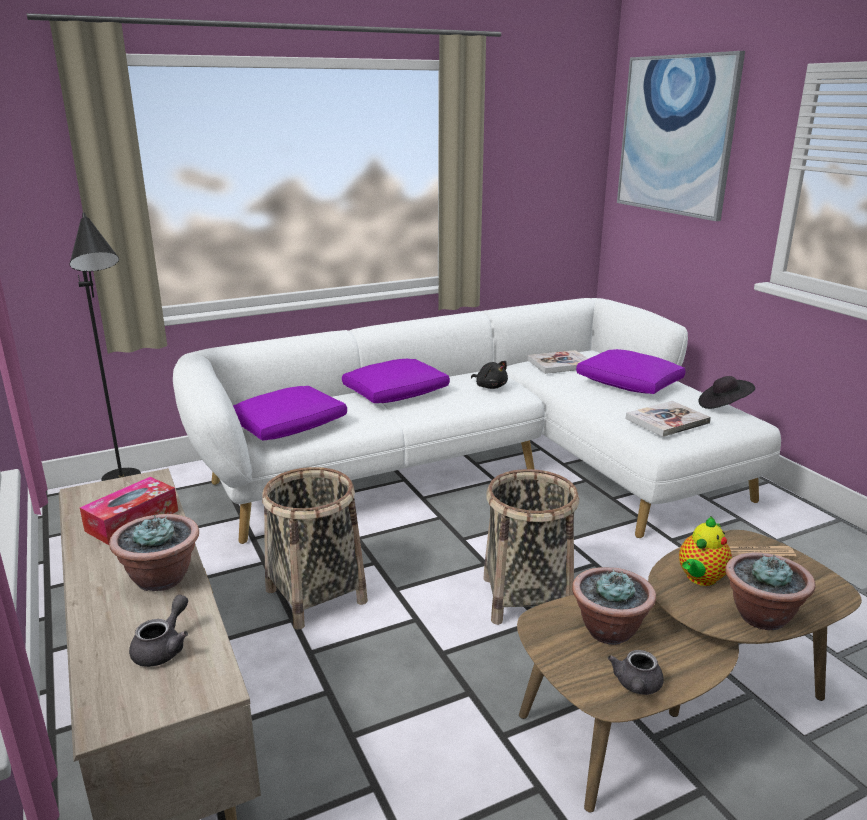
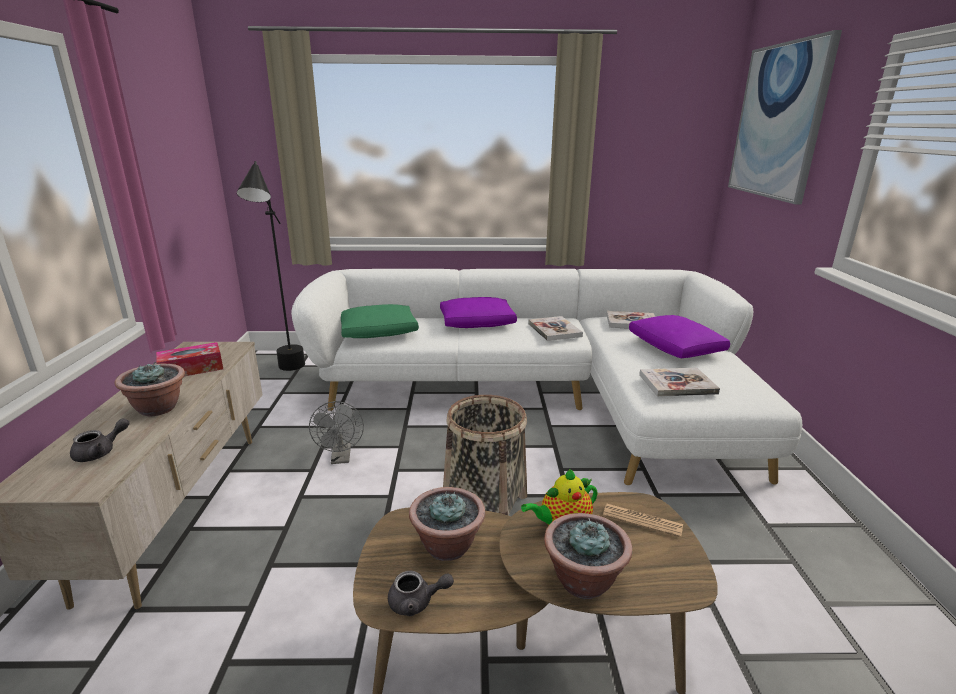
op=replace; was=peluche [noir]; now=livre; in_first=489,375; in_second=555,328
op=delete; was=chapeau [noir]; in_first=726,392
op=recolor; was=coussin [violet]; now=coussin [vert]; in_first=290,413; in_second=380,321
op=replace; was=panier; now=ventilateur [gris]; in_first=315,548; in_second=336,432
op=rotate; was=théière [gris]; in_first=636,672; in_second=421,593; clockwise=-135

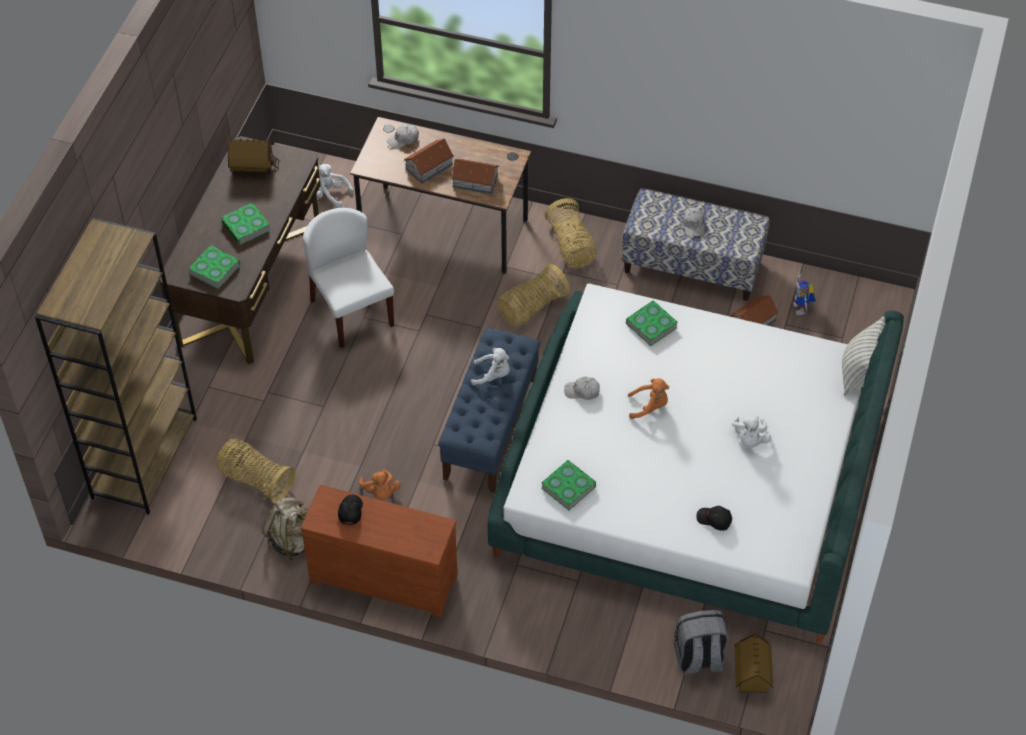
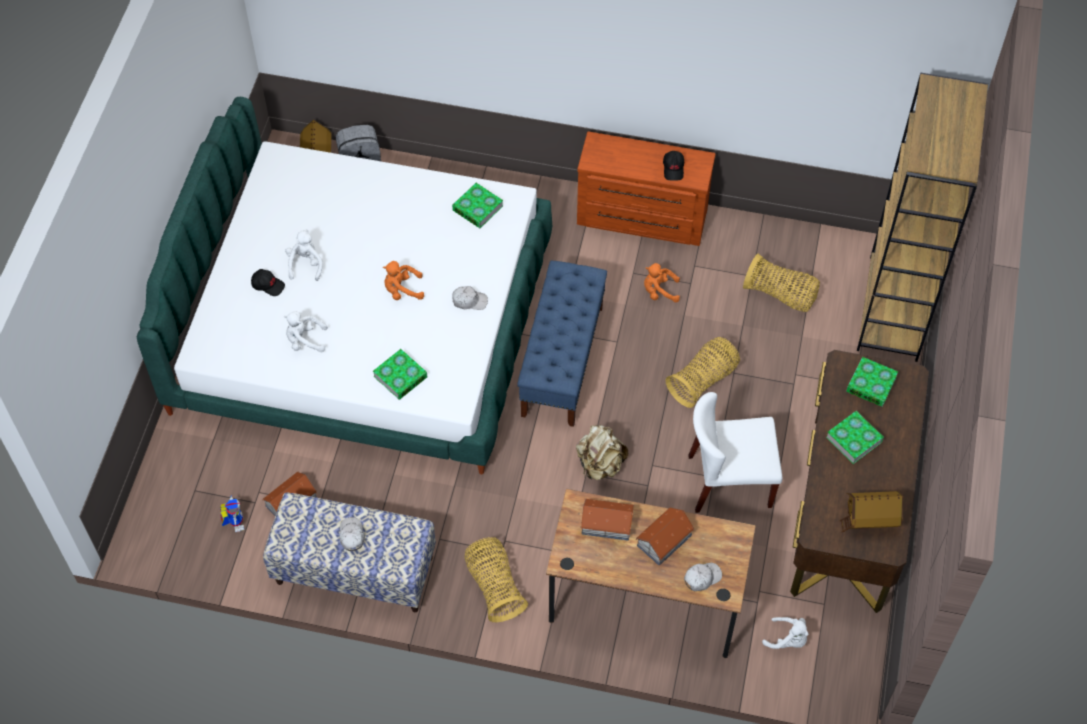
op=rotate; was=chaise [blanc]; in_first=348,278; in_second=735,452; clockwise=120
op=move; was=panier; in_first=533,294; in_second=703,372
op=delete; was=coussin; in_first=864,356
op=move; was=peluche [blanc]; in_first=490,367; in_second=305,331
op=rotate; was=peluche [orange]; in_first=380,484; in_second=662,283; clockwise=-60
op=move; was=sac à dos [beige]; in_first=285,529; in_second=602,452
op=move; was=casquette [noir]; in_first=714,518; in_second=268,282

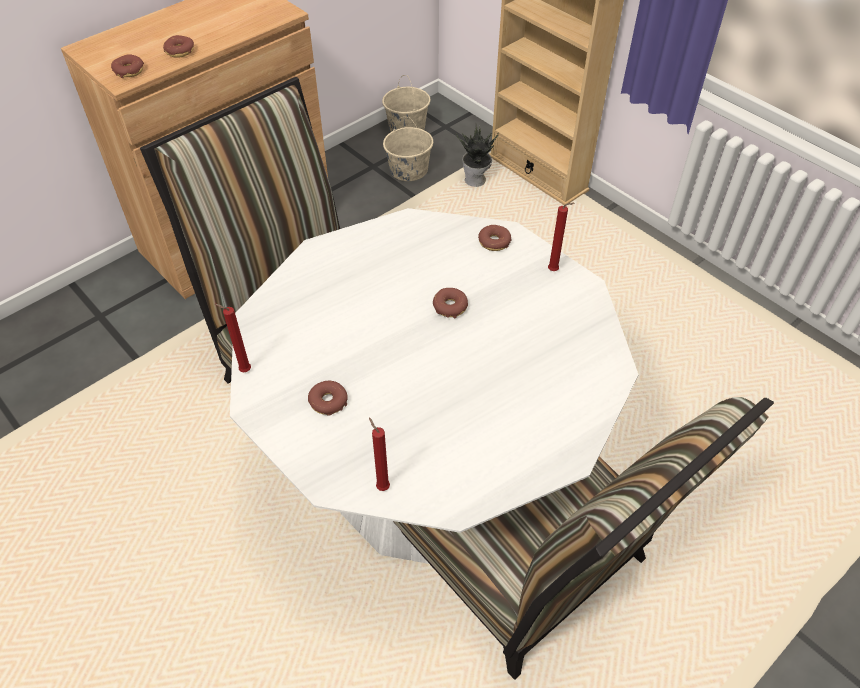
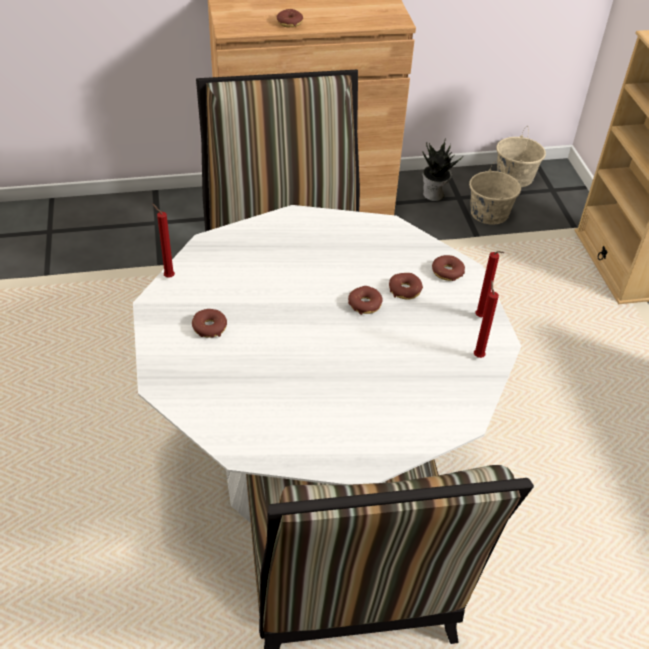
op=move; was=beignet; in_first=127,66; in_second=406,286
op=move; was=plante en pot; in_first=477,154; in_second=443,169
op=move; was=bougie [rouge]; in_first=379,454; in_second=486,319

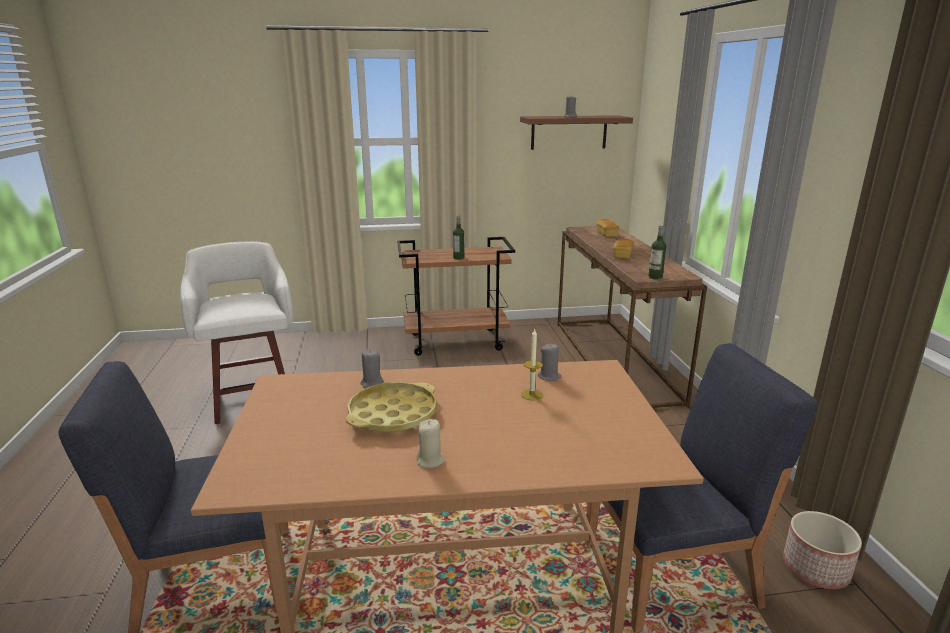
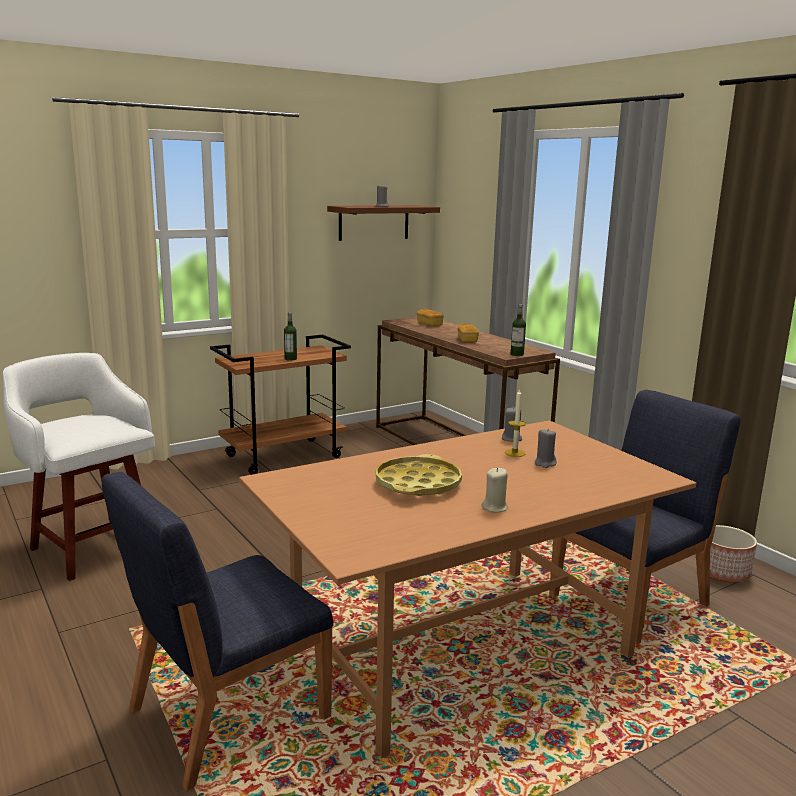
op=move; was=bougie [gris]; in_first=372,369; in_second=545,448

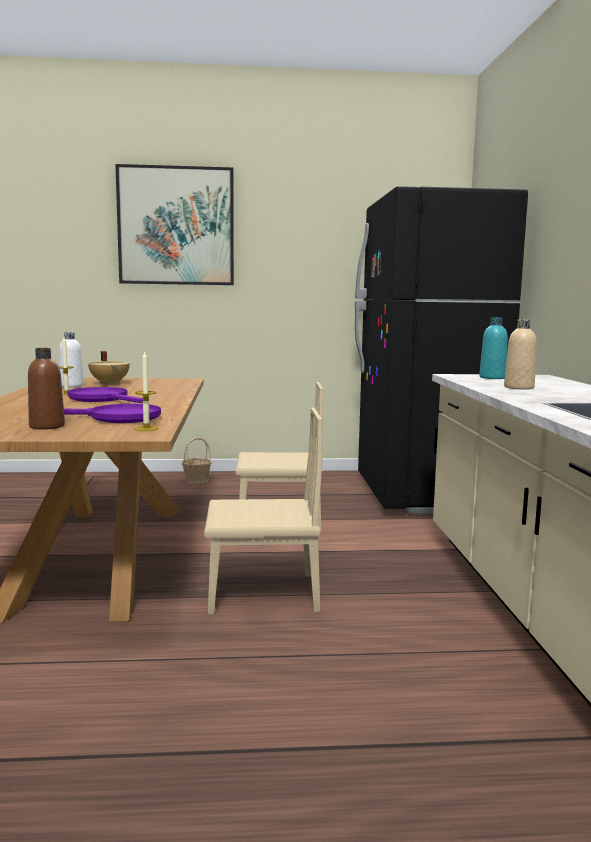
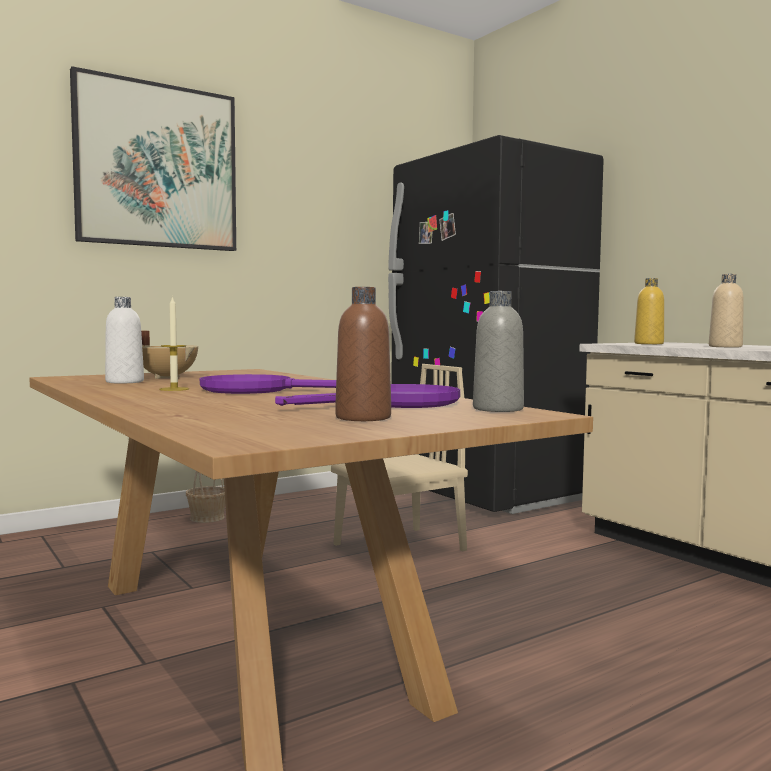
op=recolor; was=bouteille [turquoise]; now=bouteille [jaune]; in_first=493,348; in_second=649,311
op=replace; was=bougie; now=bouteille [gris]; in_first=146,391; in_second=498,351
op=delete; was=chaise [beige]; in_first=263,511

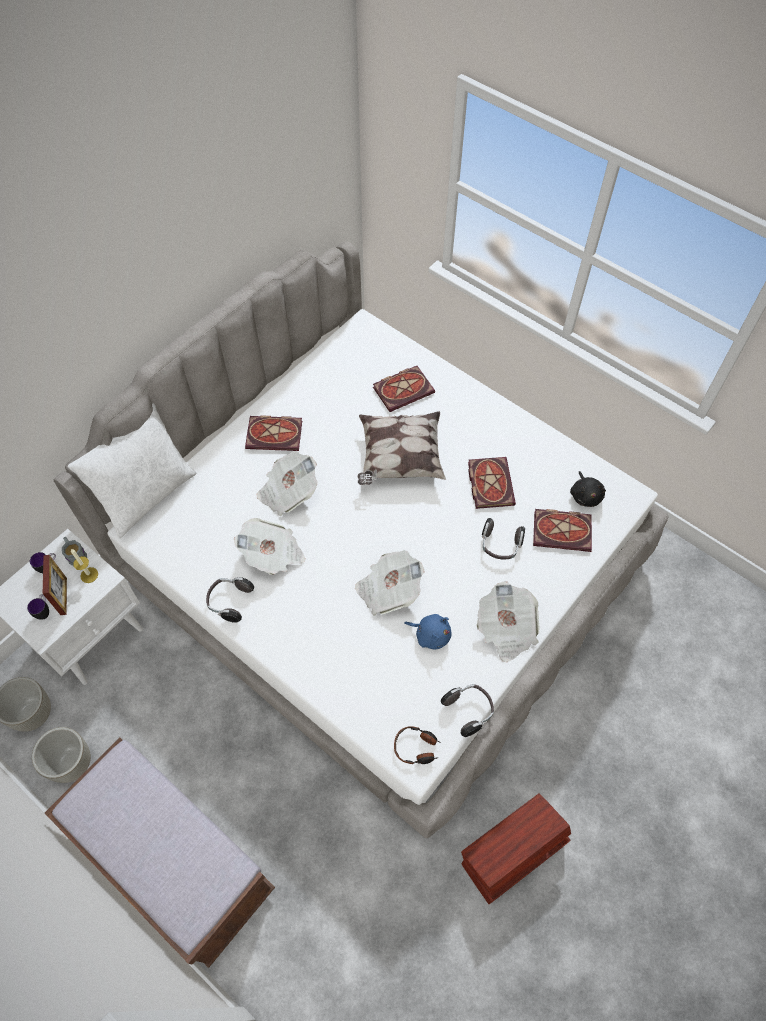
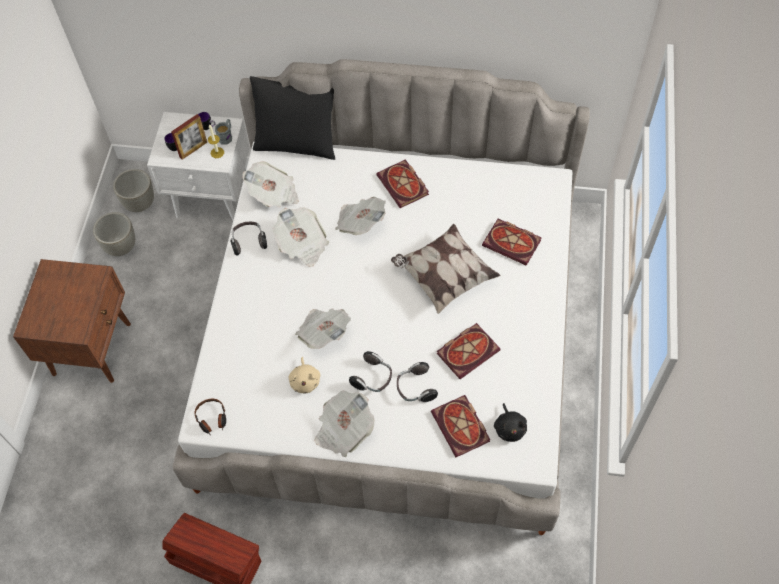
op=recolor; was=coussin [blanc]; now=coussin [noir]; in_first=132,470; in_second=292,118
op=rotate; was=peluche [noir]; in_first=588,489; in_second=510,422; clockwise=-60
op=recolor; was=peluche [bleu]; now=peluche [beige]; in_first=427,632; in_second=304,375
op=move; was=casque audio; in_first=467,710; in_second=370,371
op=replace; was=banc [marron]; now=table de chevet [marron]; in_first=160,852; in_second=72,321
op=insert; now=journal; in_second=270,184

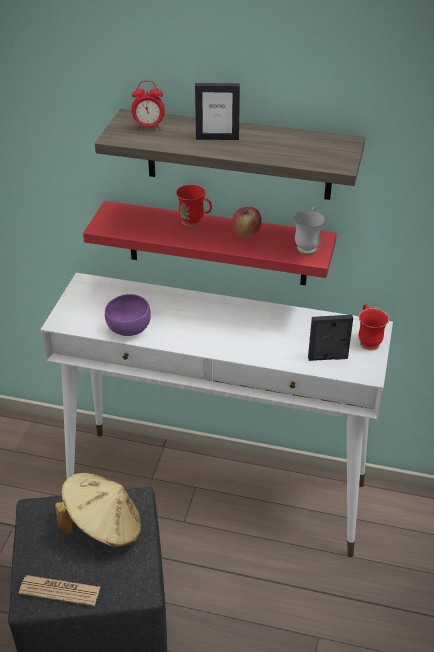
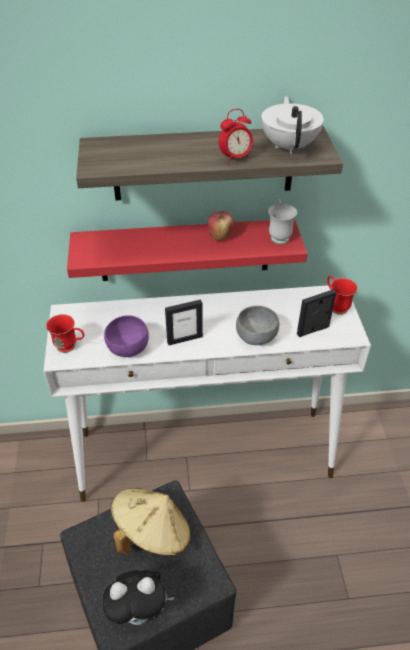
op=move; was=réveil; in_first=148,106; in_second=235,136
op=move; was=cadre photo; in_first=217,111; in_second=184,322
op=move; was=mug [rouge]; in_first=194,205; in_second=65,333
op=replace; was=journal; now=peluche; in_first=59,590; in_second=138,597
op=insert; now=théière [blanc]; in_second=292,125
op=insert; now=bol [gris]; in_second=257,325

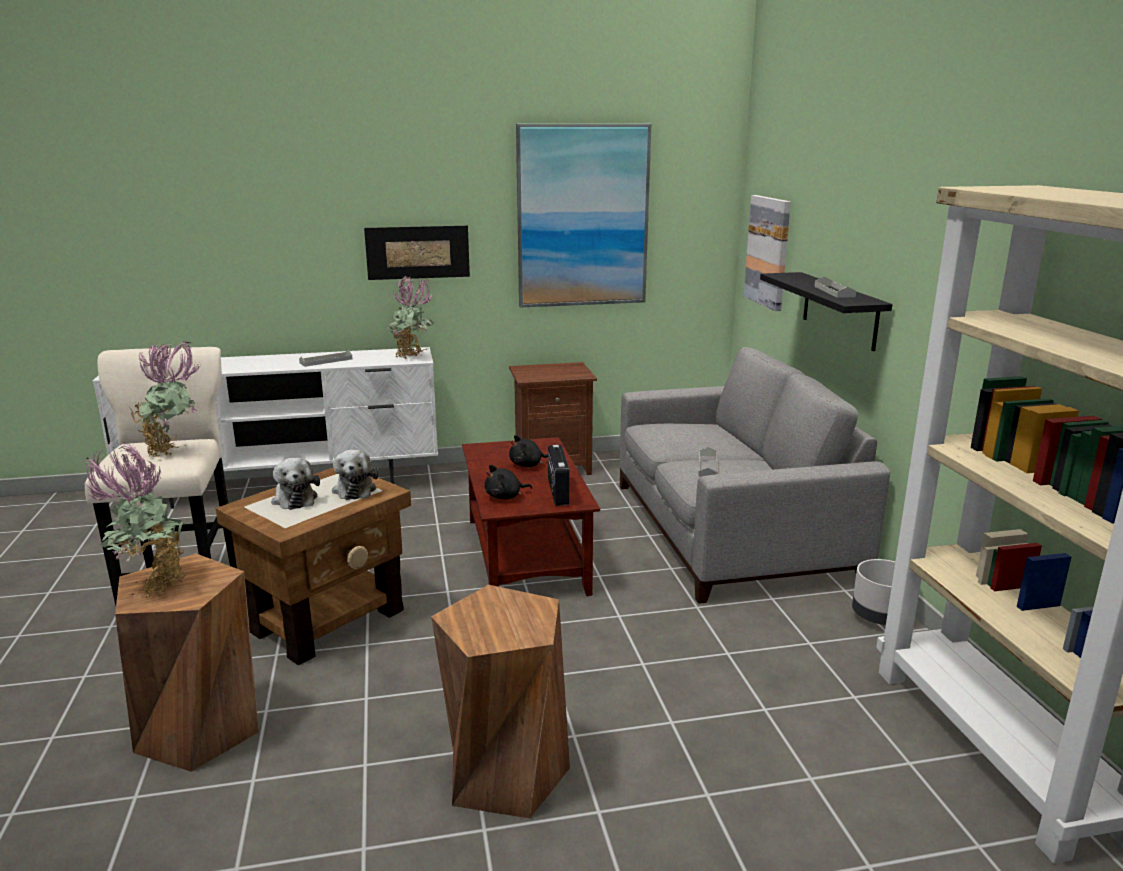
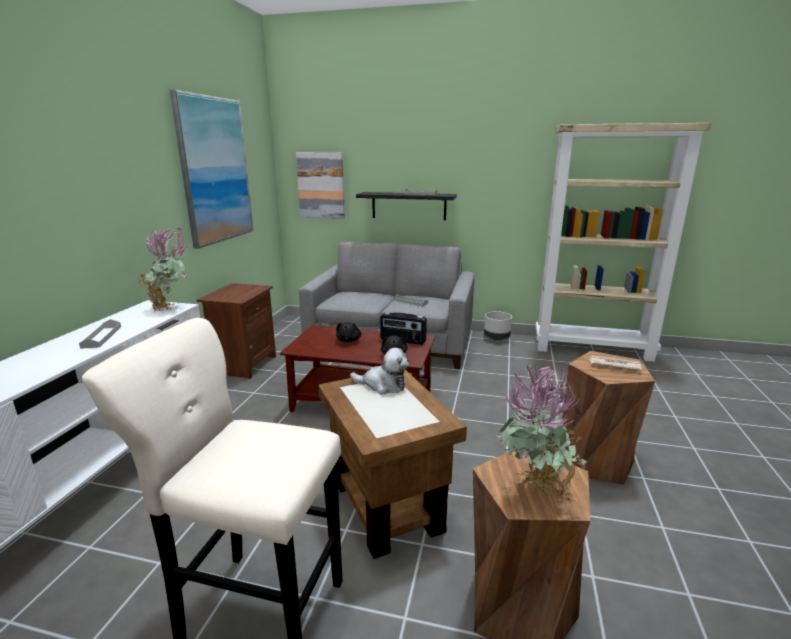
op=delete; was=tableau; in_first=417,253
op=delete; was=plante en pot; in_first=165,399
op=delete; was=peluche; in_first=295,484
op=insert; now=journal; in_second=616,363

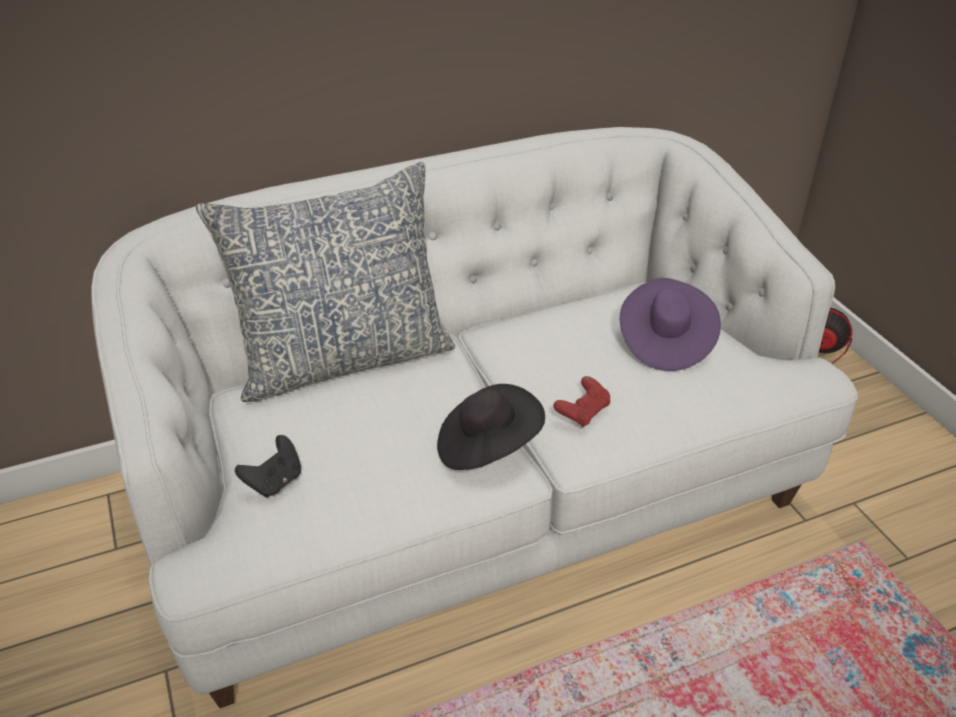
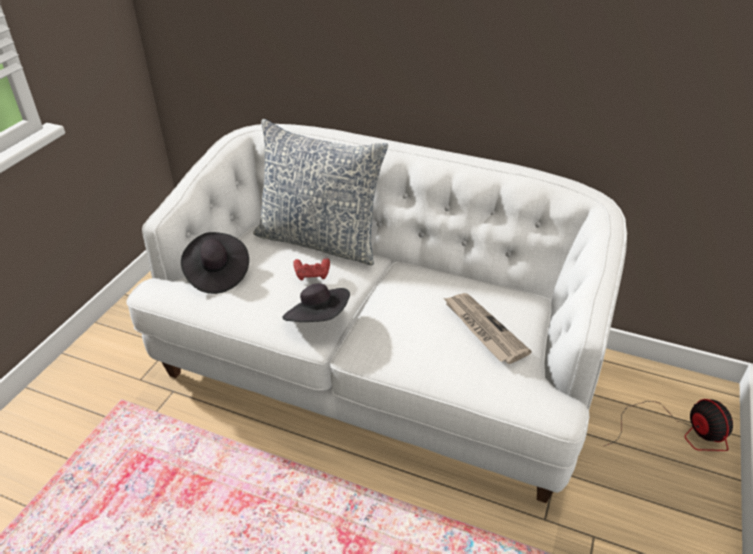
op=replace; was=chapeau [violet]; now=journal; in_first=670,324; in_second=488,328
op=move; was=manette [rouge]; in_first=582,401; in_second=311,269
op=replace; was=manette [noir]; now=chapeau [noir]; in_first=268,466; in_second=215,263

